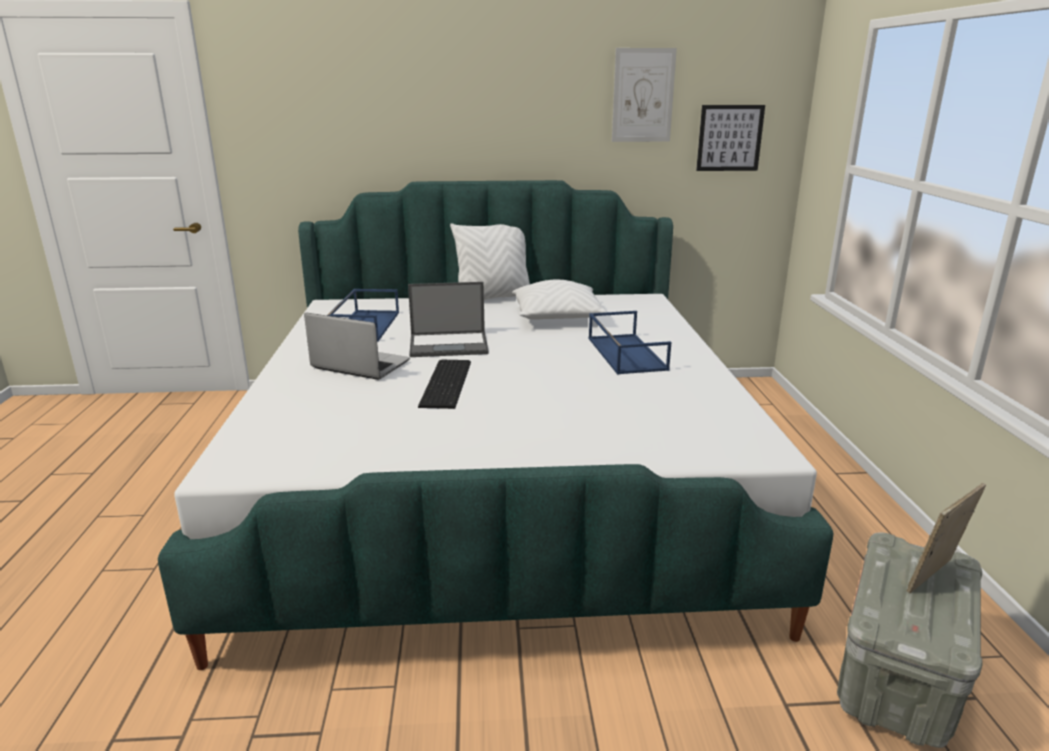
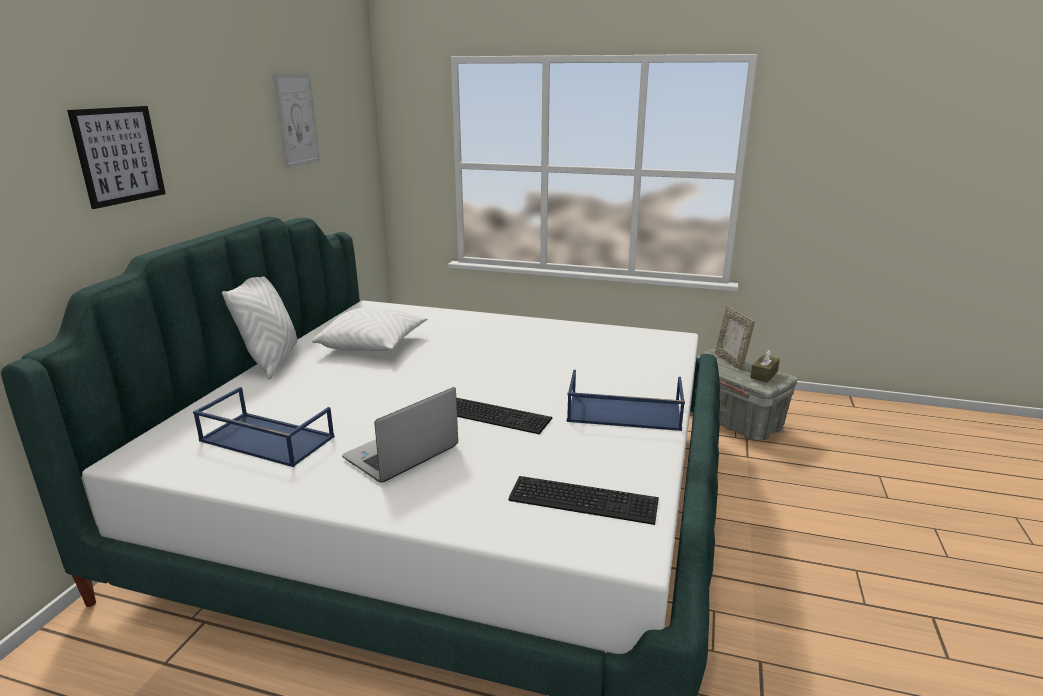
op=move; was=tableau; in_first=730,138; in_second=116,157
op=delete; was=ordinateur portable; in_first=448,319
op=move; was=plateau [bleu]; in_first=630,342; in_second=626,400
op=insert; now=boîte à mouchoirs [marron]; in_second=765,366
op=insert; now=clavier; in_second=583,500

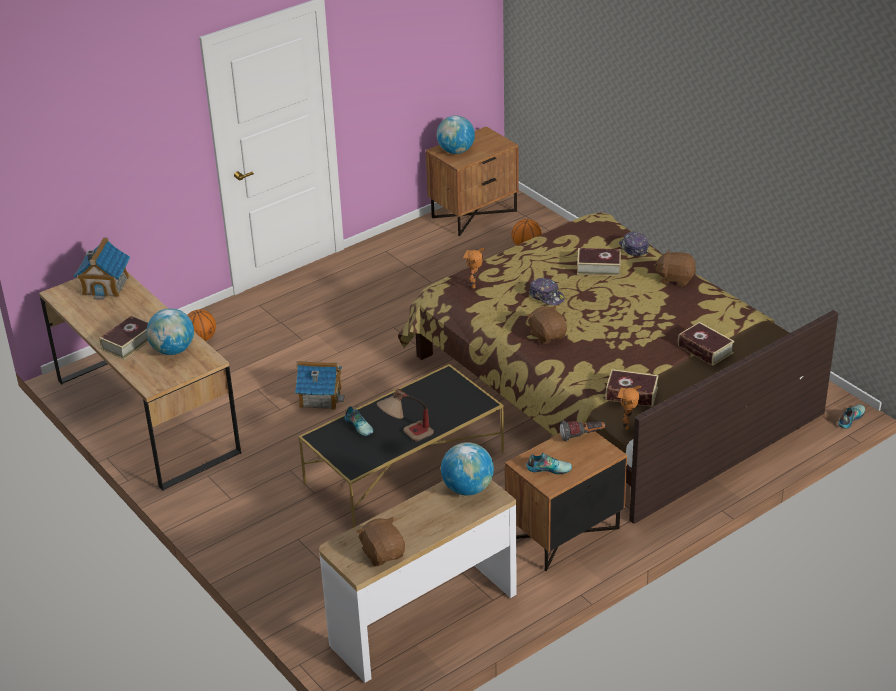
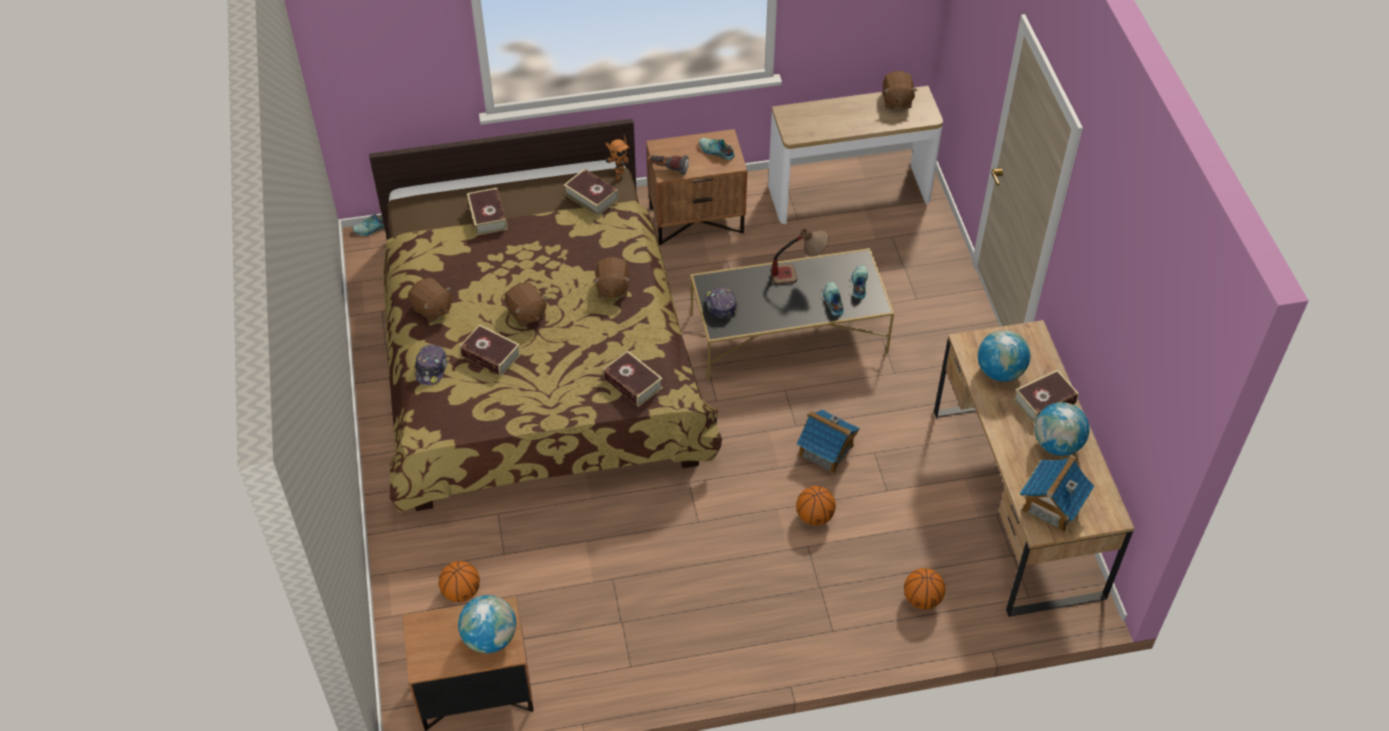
op=replace; was=robot jouet; now=livre; in_first=474,268; in_second=633,379
op=move; was=casquette; in_first=546,291; in_second=721,302
op=move; was=globe; in_first=467,468; in_second=1061,429
op=insert; now=chaussure; in_second=859,282
op=insert; now=peluche [marron]; in_second=526,305
op=insert; now=ballon de basket; in_second=816,506

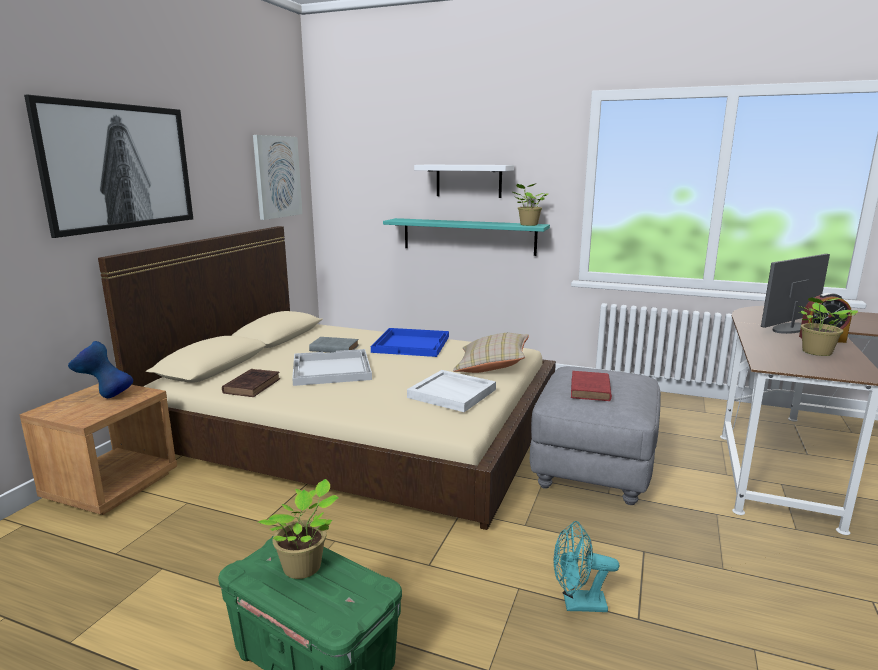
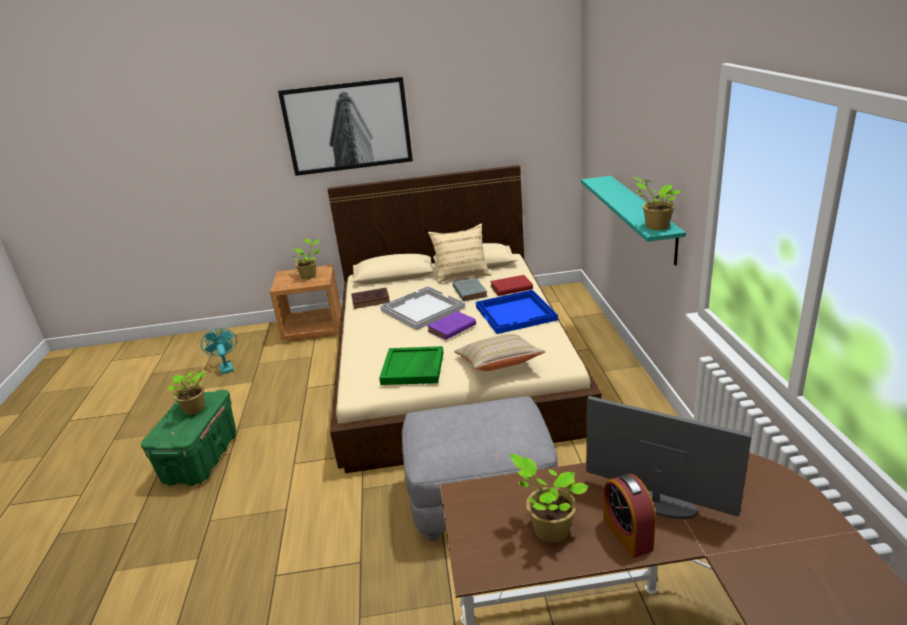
op=delete; was=tableau; in_first=277,177
op=delete; was=étagère [blanc]; in_first=464,181
op=replace; was=vase [bleu]; now=plante en pot; in_first=100,369; in_second=307,259
op=recolor; was=plateau [blanc]; now=plateau [vert]; in_first=451,391; in_second=411,365
op=move; was=livre [rouge]; in_first=591,386; in_second=511,285
op=move; was=ventilateur [turquoise]; in_first=586,566; in_second=219,351
op=insert; now=coussin [beige]; in_second=460,253
op=insert; now=livre [violet]; in_second=451,325

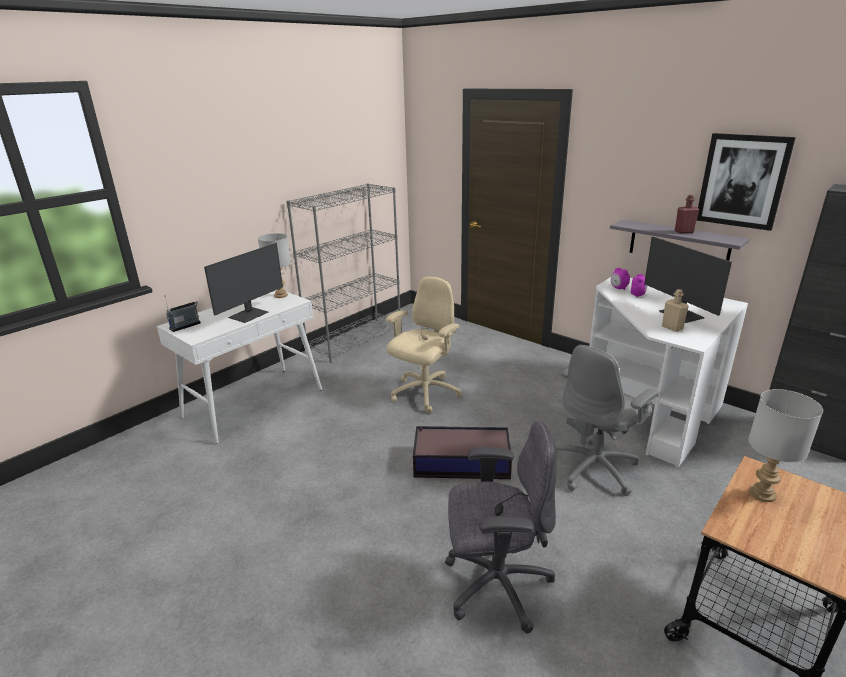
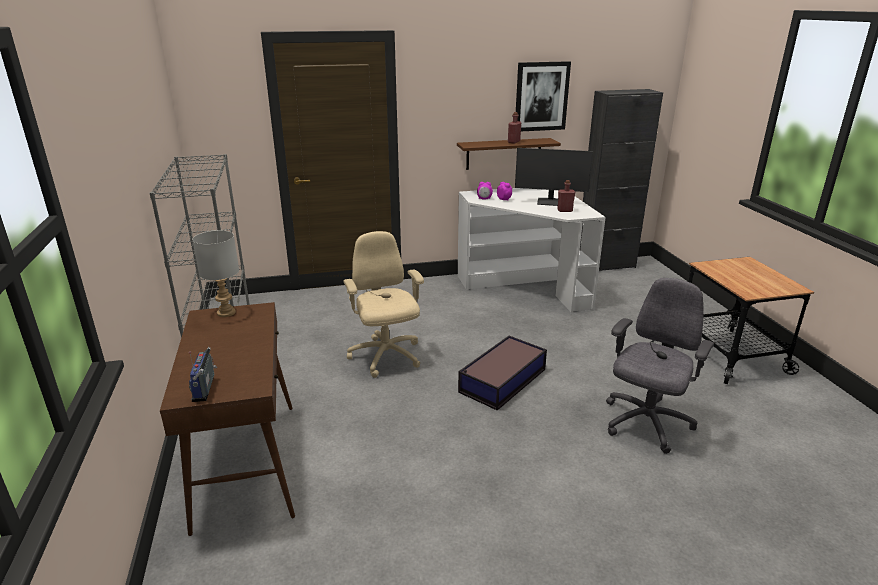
op=recolor; was=étagère [gris]; now=étagère [marron]; in_first=680,240; in_second=509,154
op=delete; was=écran d'ordinateur; in_first=243,283
op=recolor; was=bouteille [beige]; now=bouteille [rouge]; in_first=675,310; in_second=566,196
op=recolor; was=table console [blanc]; now=table console [marron]; in_first=239,367; in_second=227,419
op=delete; was=chaise de bureau [gris]; in_first=608,420
op=delete; was=lampe de table [gris]; in_first=785,445

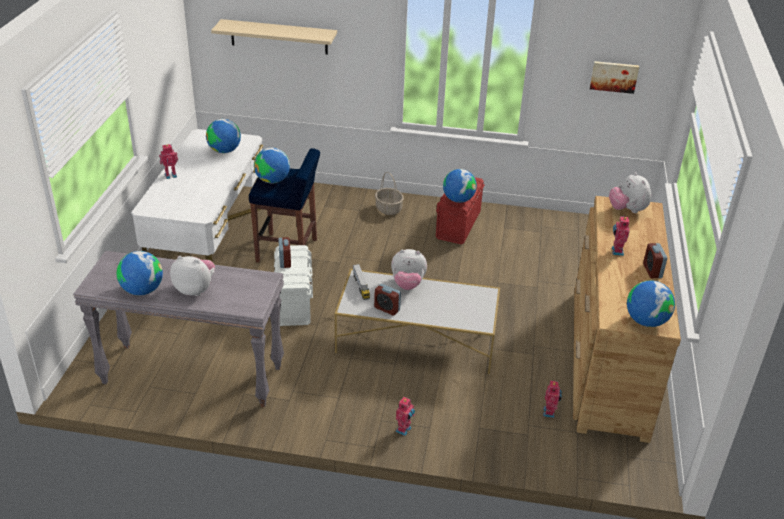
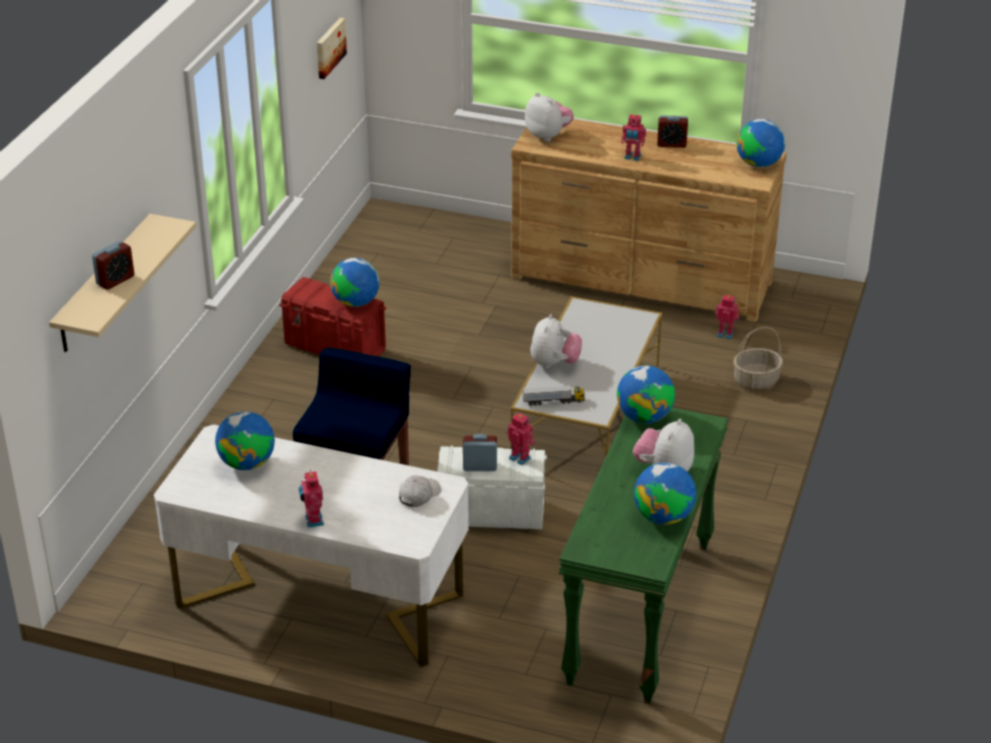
op=move; was=globe; in_first=272,165; in_second=646,394
op=move; was=panier; in_first=389,193; in_second=758,358
op=rotate; was=peluche; in_first=630,192; in_second=549,117; clockwise=-120
op=recolor; was=table console [gris]; now=table console [vert]; in_first=178,329; in_second=643,556
op=move; was=réveil; in_first=387,299; in_second=113,265
op=move; was=robot jouet; in_first=405,416; in_second=521,439
op=insert; now=casquette [blanc]; in_second=420,491

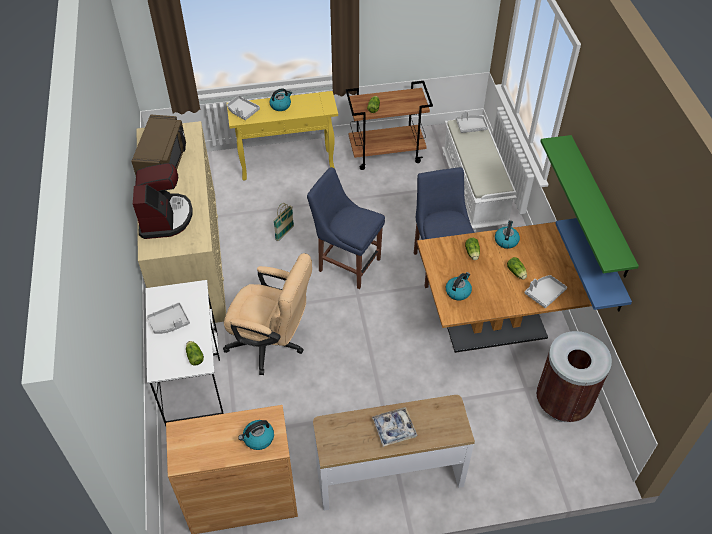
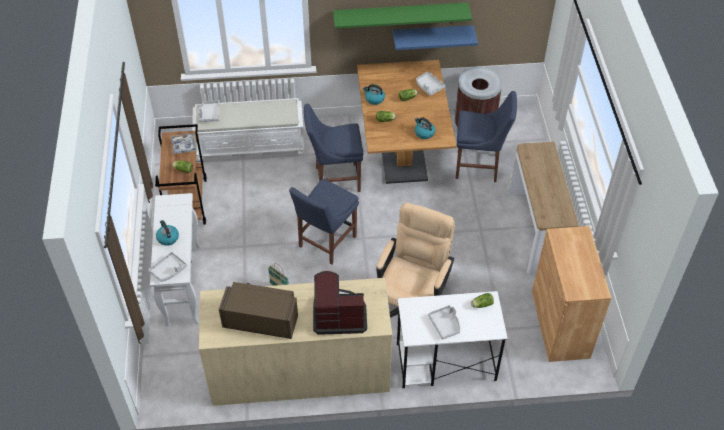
op=recolor; was=table console [jaune]; now=table console [blanc]; in_first=282,135; in_second=175,259
op=move; was=plateau; in_first=394,427; in_second=183,143
op=delete; was=bouilloire; in_first=256,435
op=insert; now=chaise [bleu]; in_second=486,136

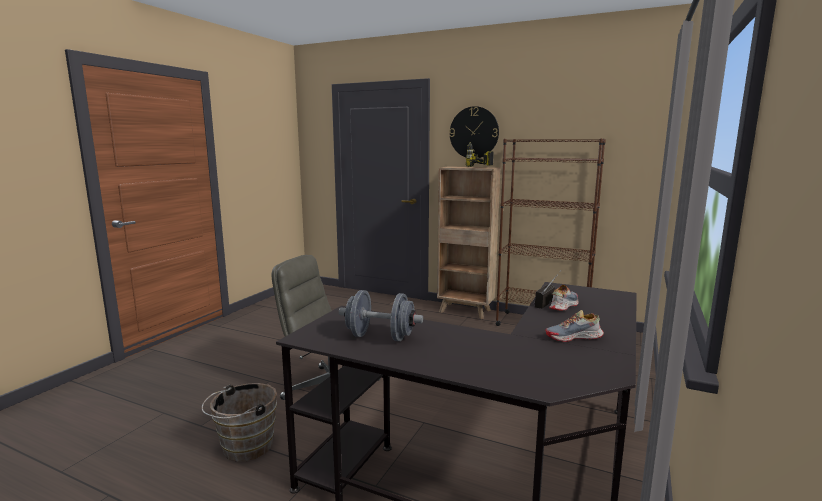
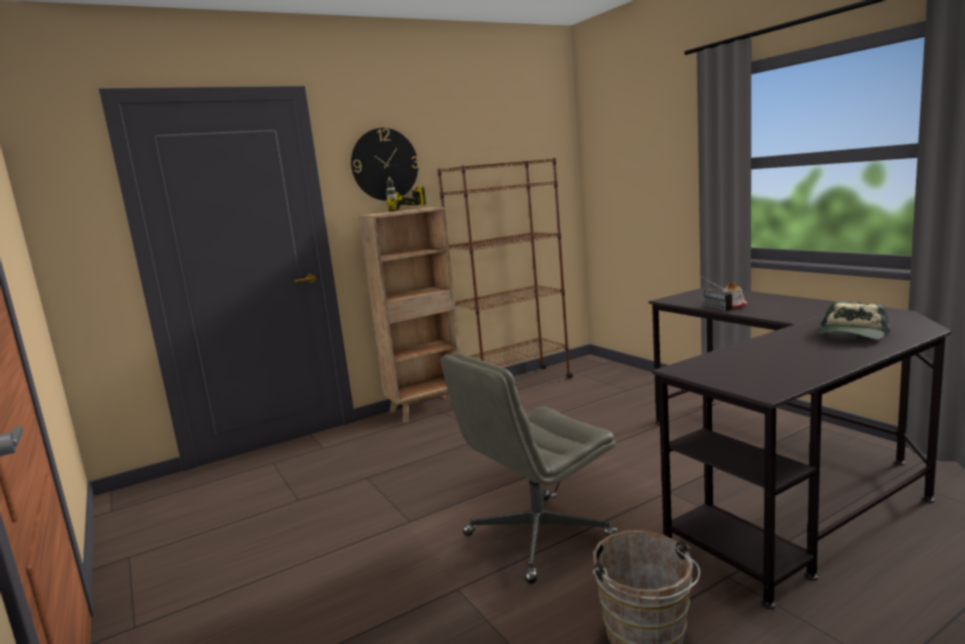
op=delete; was=haltère [gris]; in_first=381,315
op=delete; was=chaussure; in_first=574,326
op=insert; now=casquette; in_second=855,320

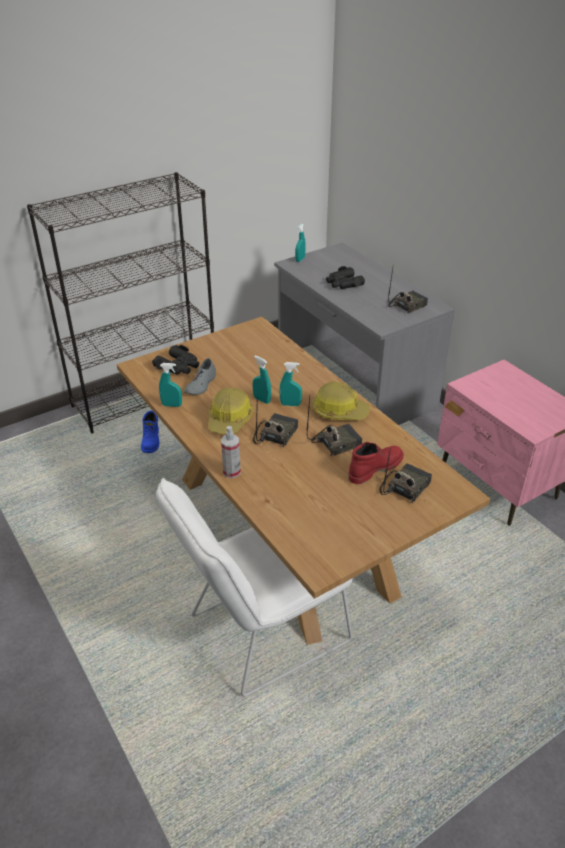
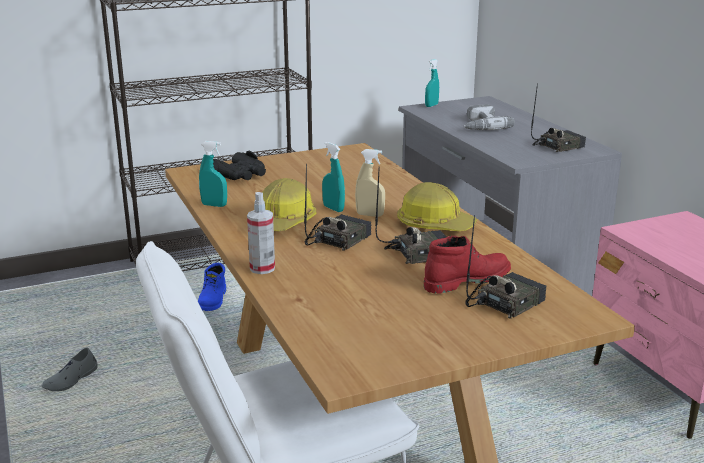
op=replace; was=jumelles [noir]; now=perceuse; in_first=345,277; in_second=489,117
op=move; was=chaussure [gris]; in_first=200,376; in_second=70,369
op=recolor; was=vaporisateur [turquoise]; now=vaporisateur [beige]; in_first=290,384; in_second=370,183

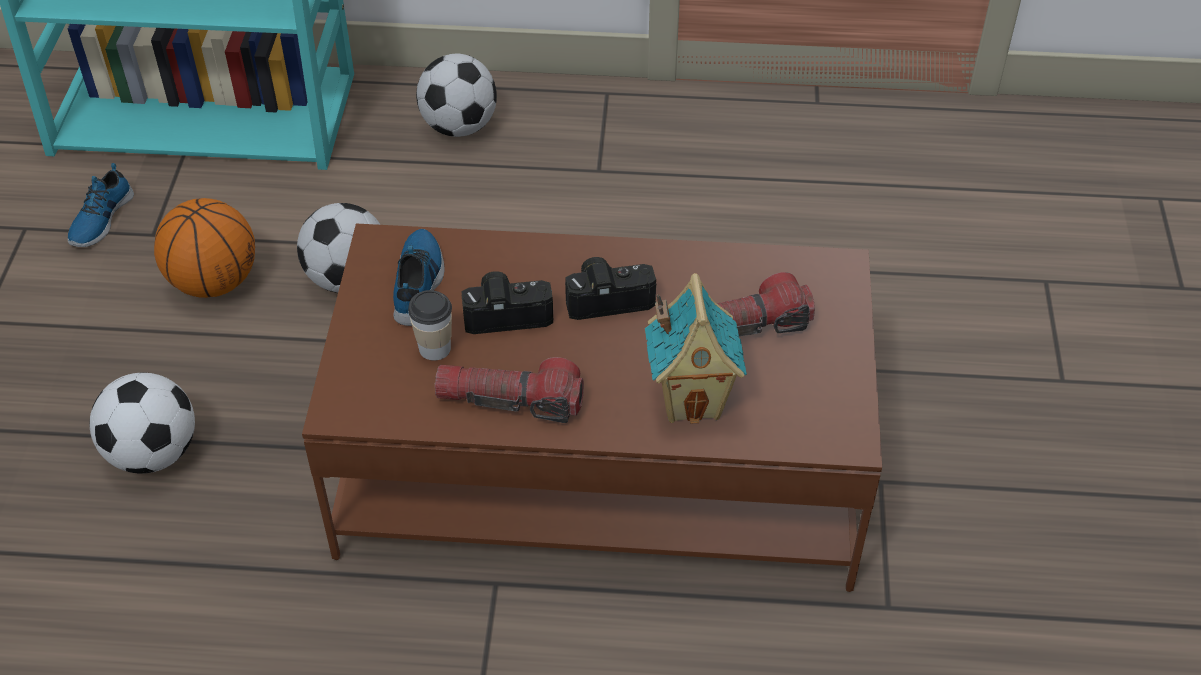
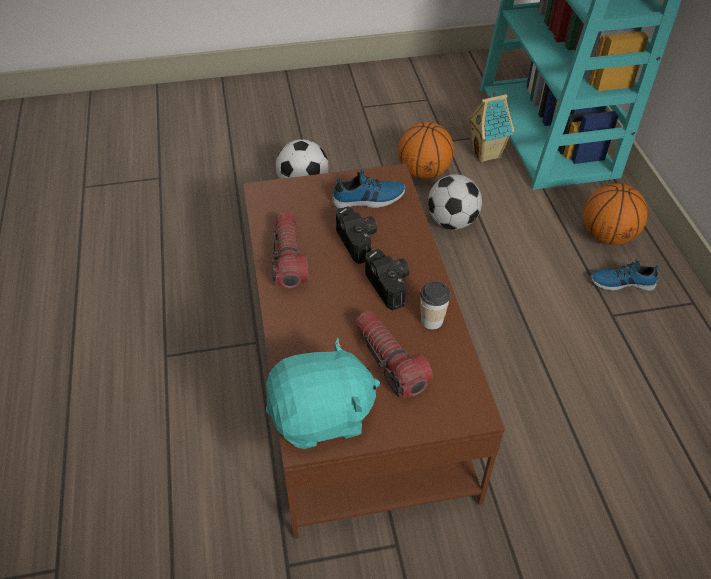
op=replace; was=ballon de foot; now=ballon de basket; in_first=456,95; in_second=615,214
op=move; was=chaussure; in_first=101,205; in_second=624,275
op=move; was=maison miniature; in_first=696,348; in_second=491,127
op=move; was=tasse; in_first=430,325; in_second=435,305
op=insert; now=peluche [turquoise]; in_second=323,393

